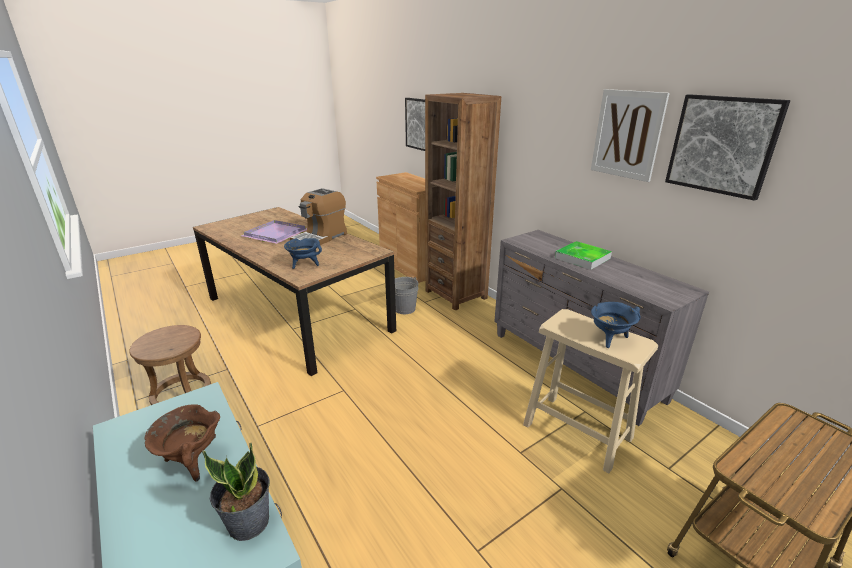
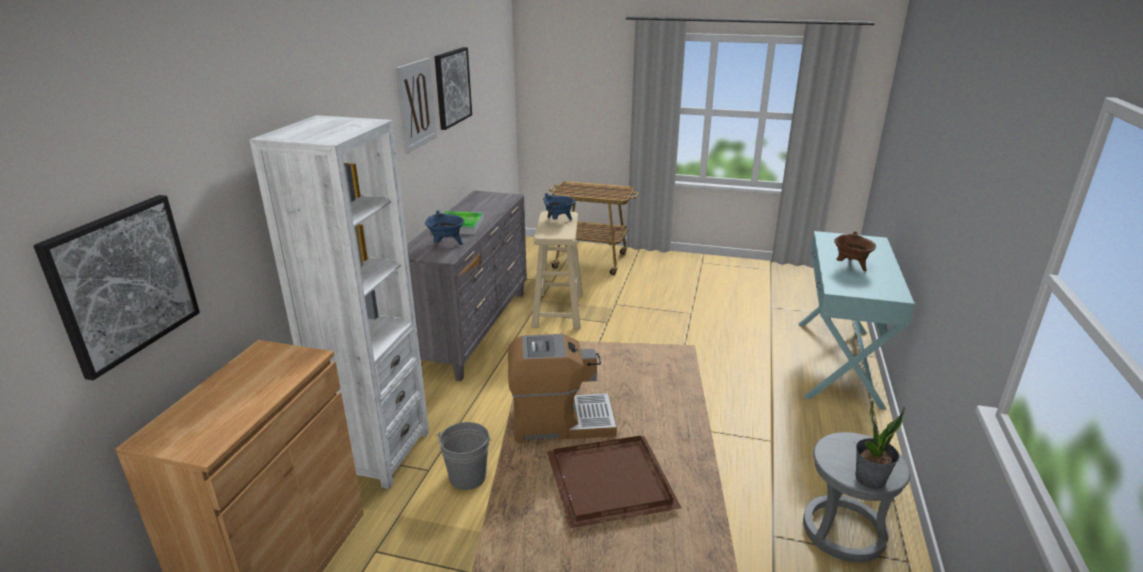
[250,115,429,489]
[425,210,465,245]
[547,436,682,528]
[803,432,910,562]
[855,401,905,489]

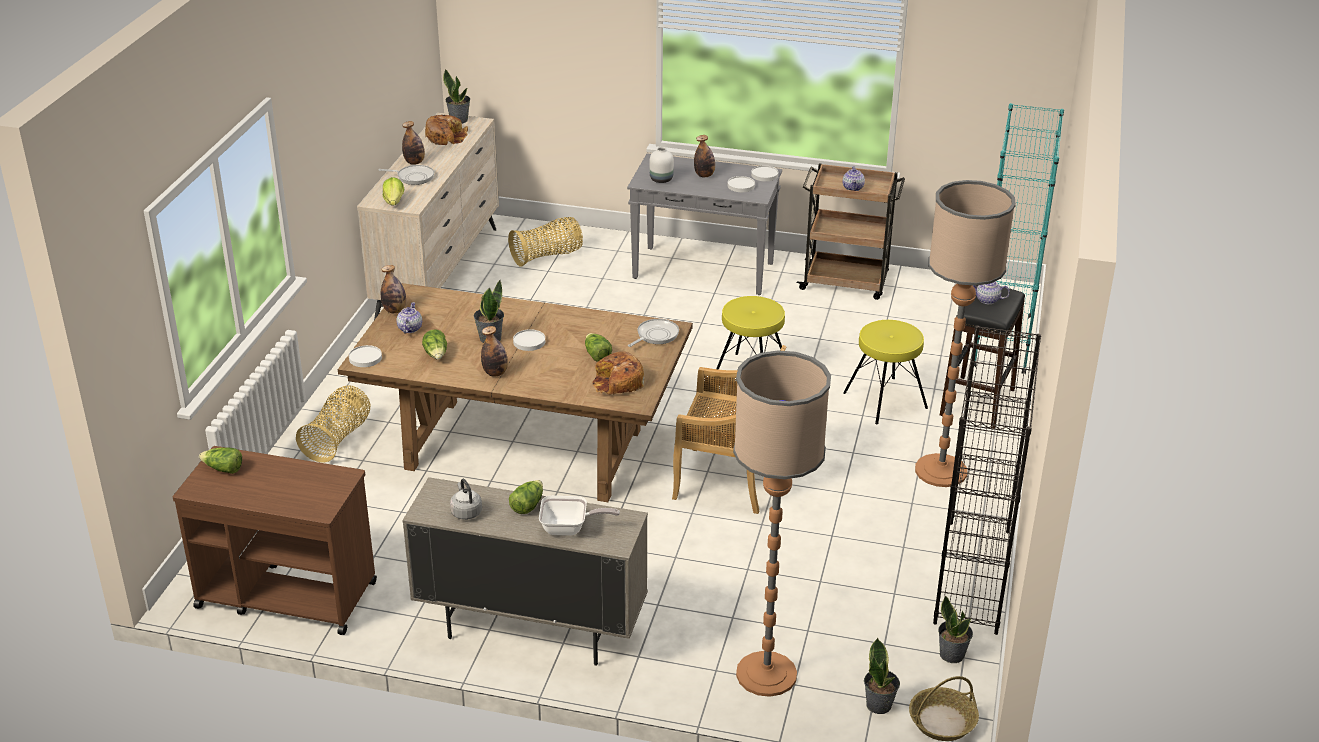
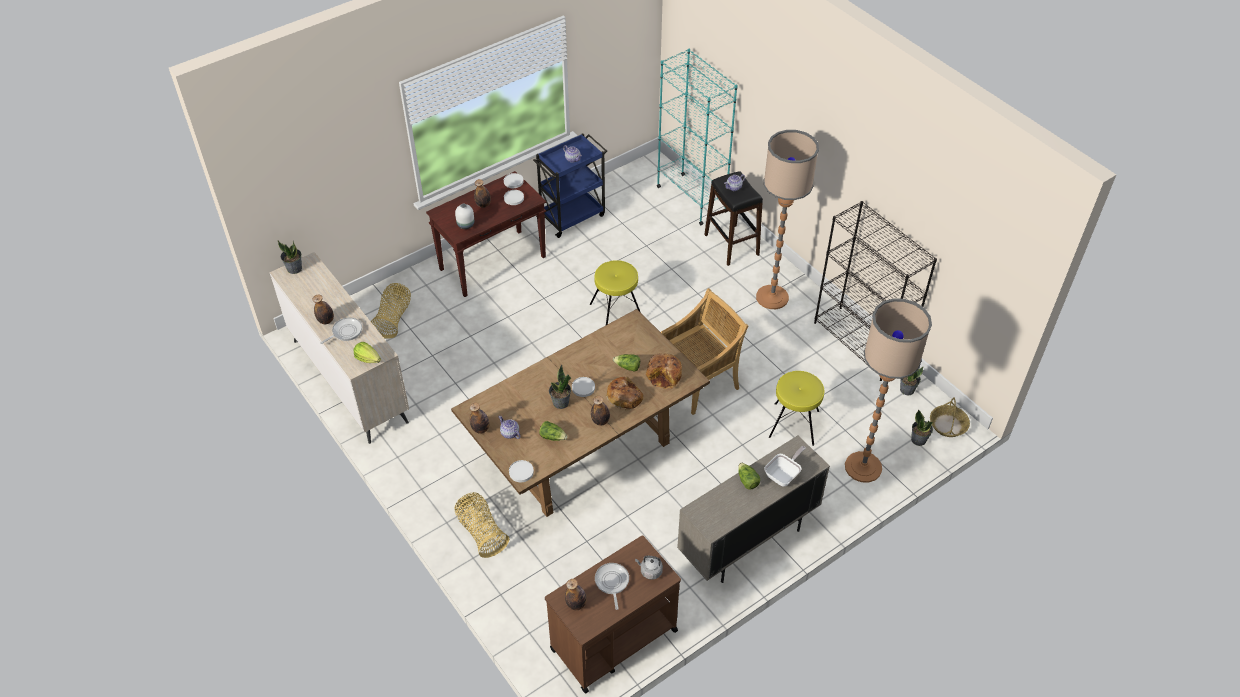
[426,171,546,297]
[533,133,607,238]
[565,579,587,610]
[595,563,629,610]
[606,377,643,409]
[635,555,663,580]
[769,371,824,446]

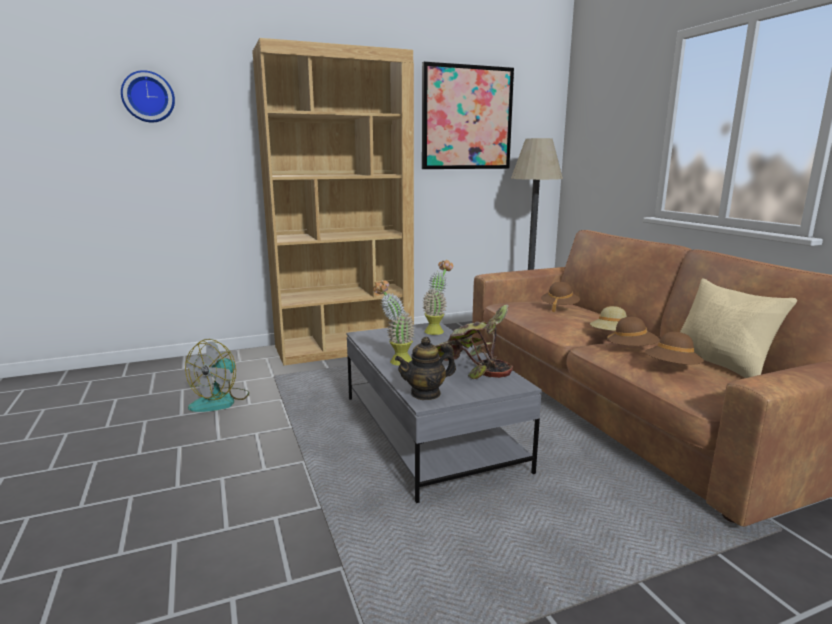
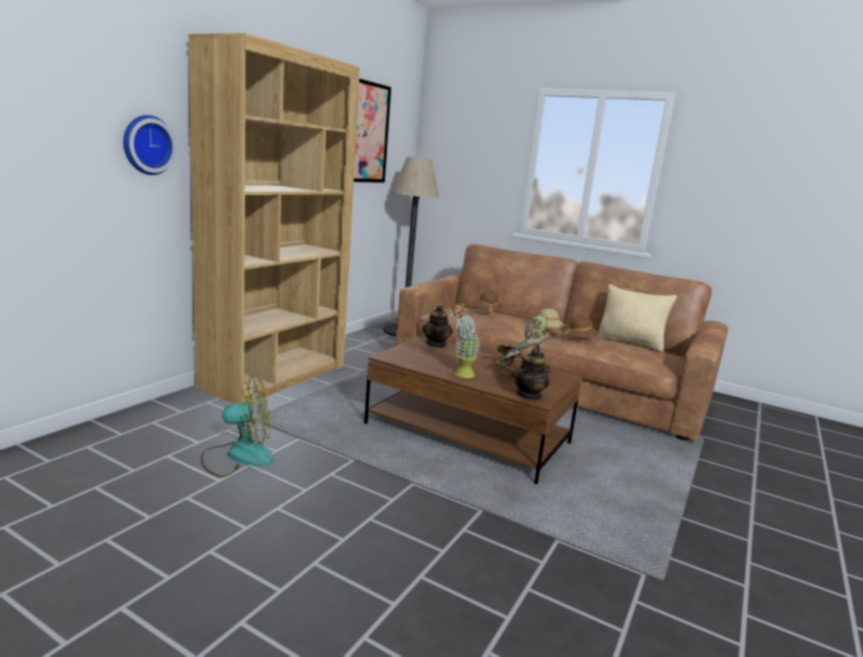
[123,115,176,175]
[201,376,273,477]
[364,336,582,485]
[422,305,453,347]
[645,332,704,365] (first image)

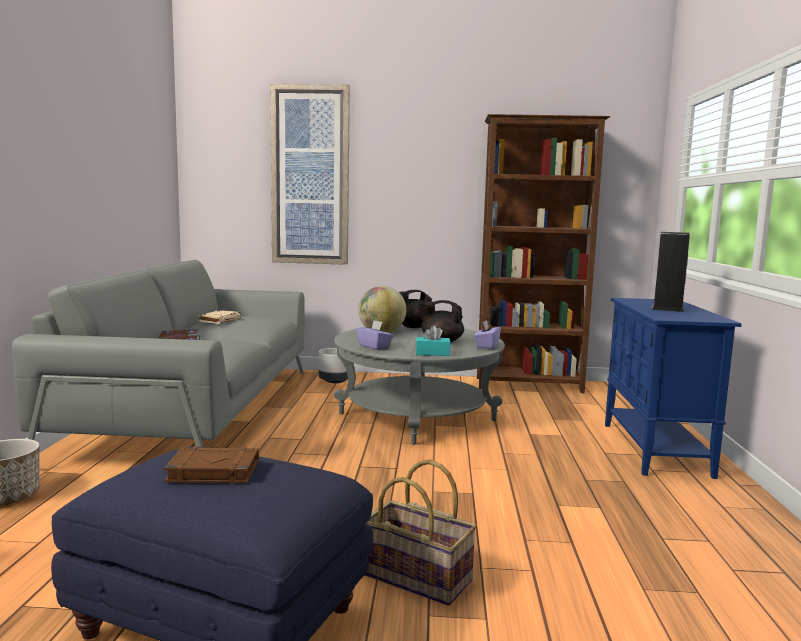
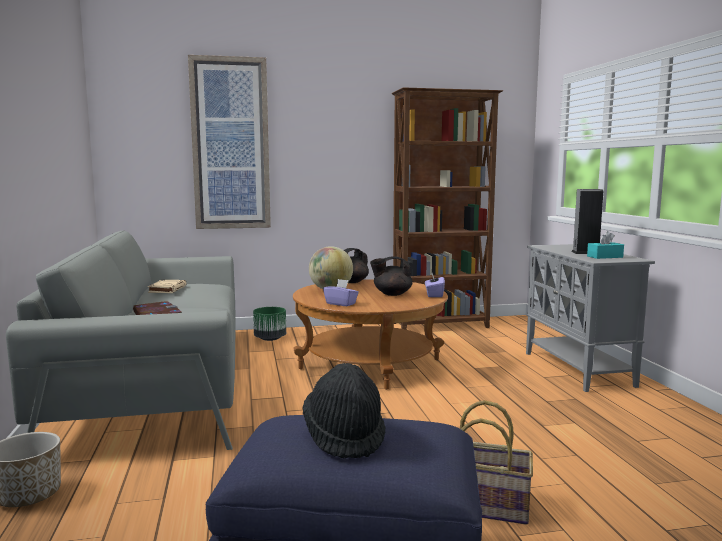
[253,307,286,341]
[293,279,448,390]
[302,363,386,458]
[526,244,655,392]
[587,231,624,259]

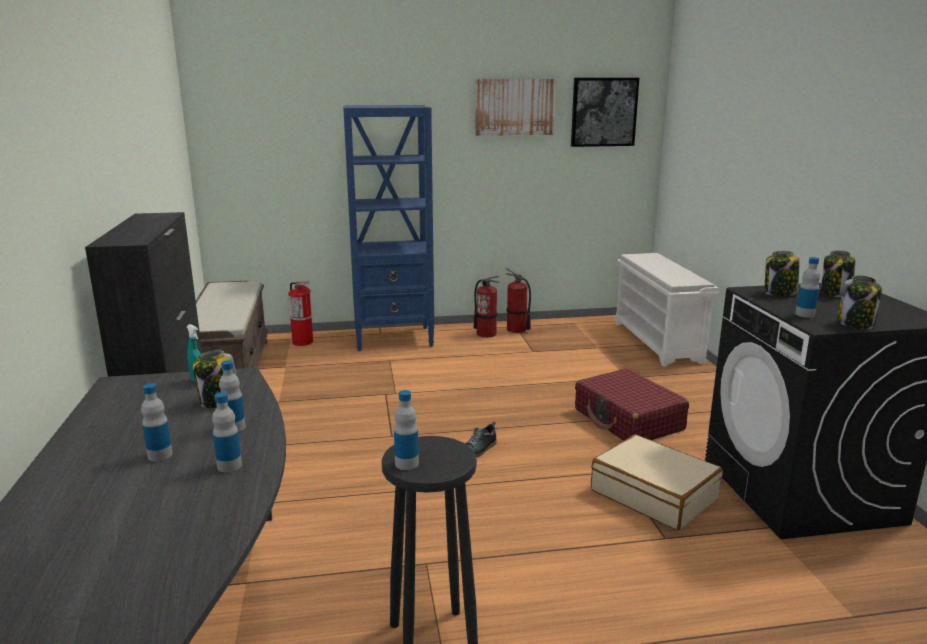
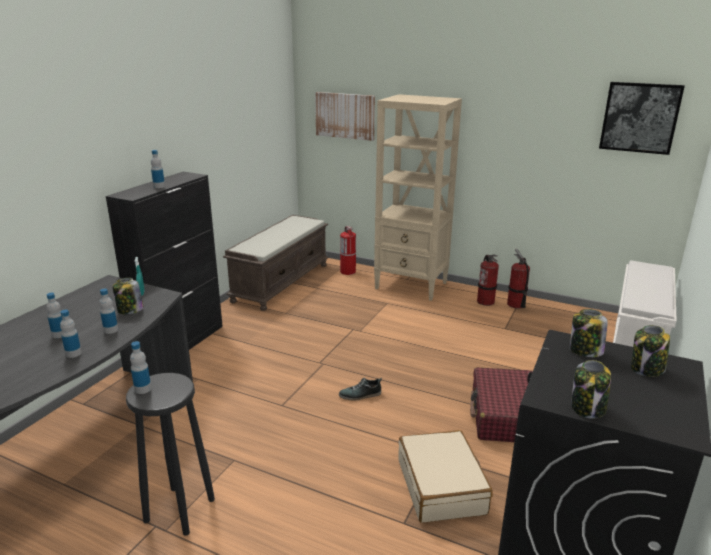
[151,150,165,188]
[315,92,375,141]
[374,94,462,301]

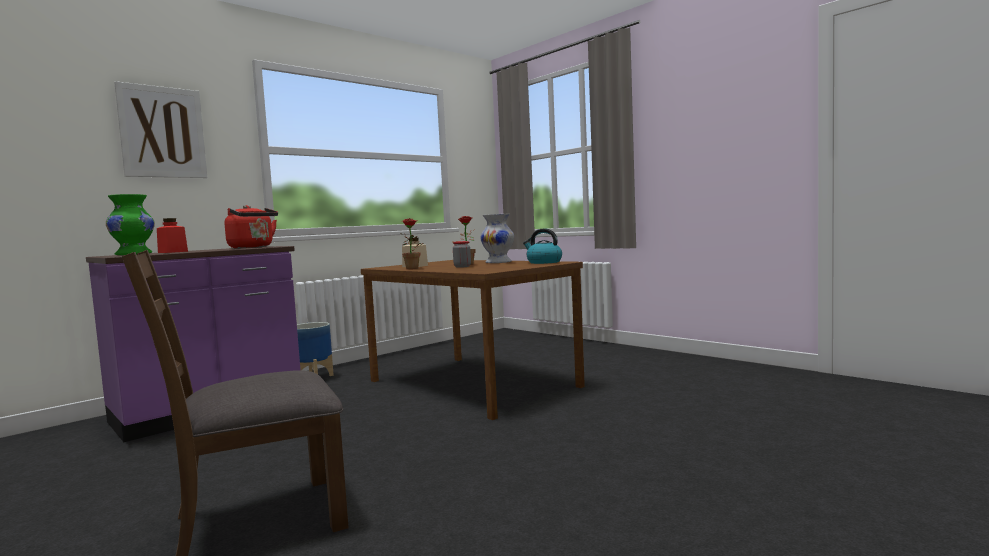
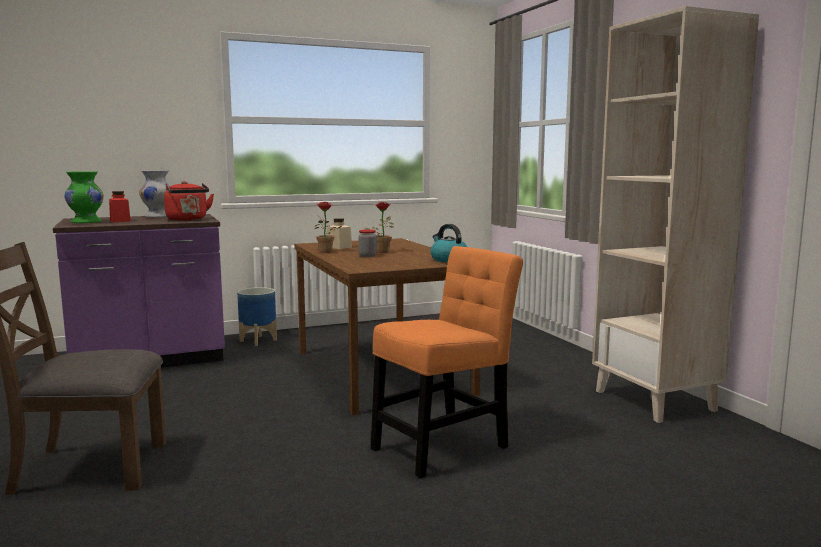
[139,170,170,217]
[371,246,523,478]
[592,6,759,423]
[114,81,207,178] (first image)

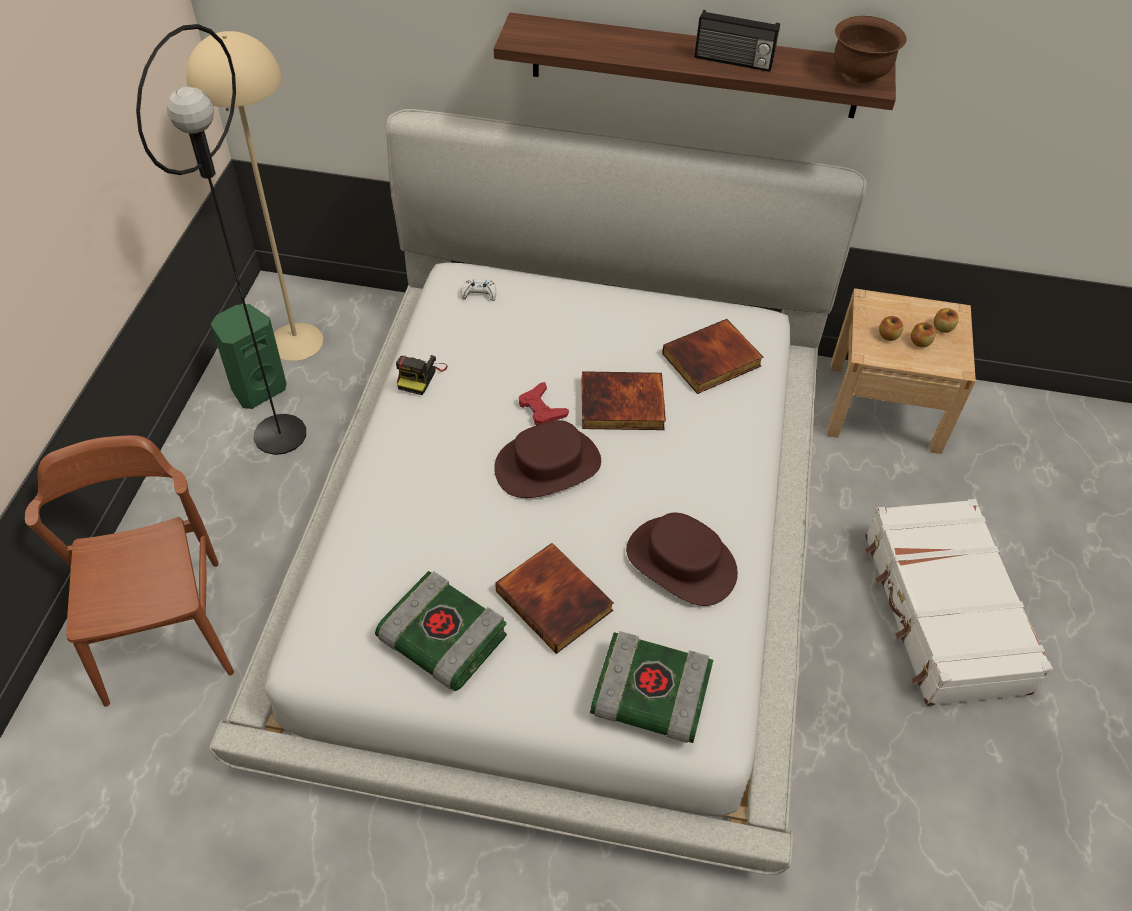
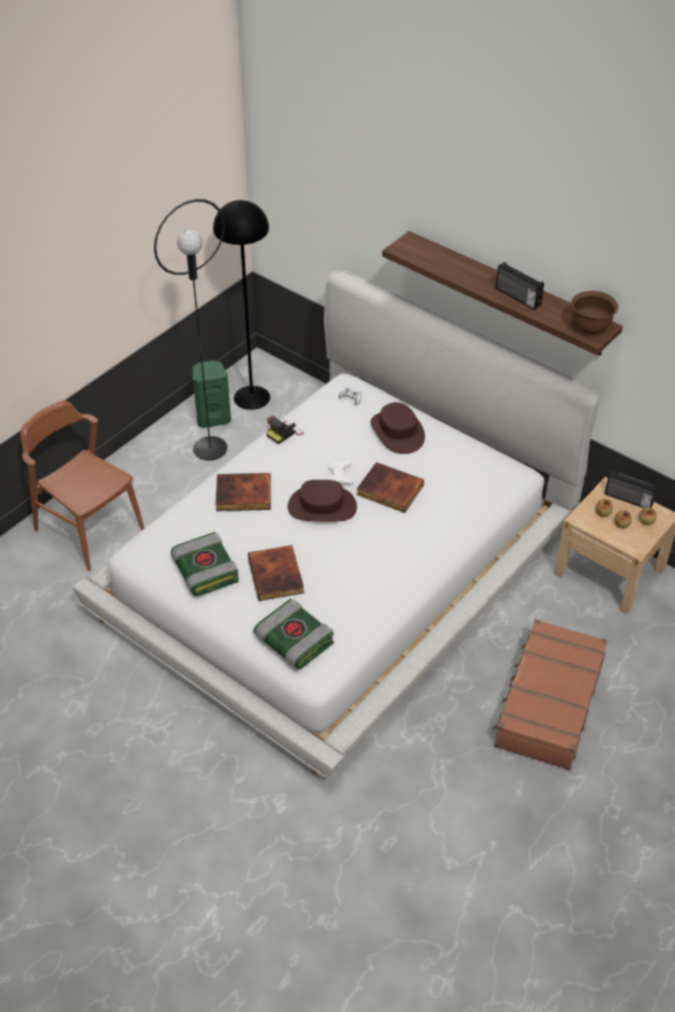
[21,400,144,571]
[213,200,270,410]
[216,473,271,511]
[329,460,354,485]
[371,402,425,454]
[492,619,608,771]
[605,470,658,508]

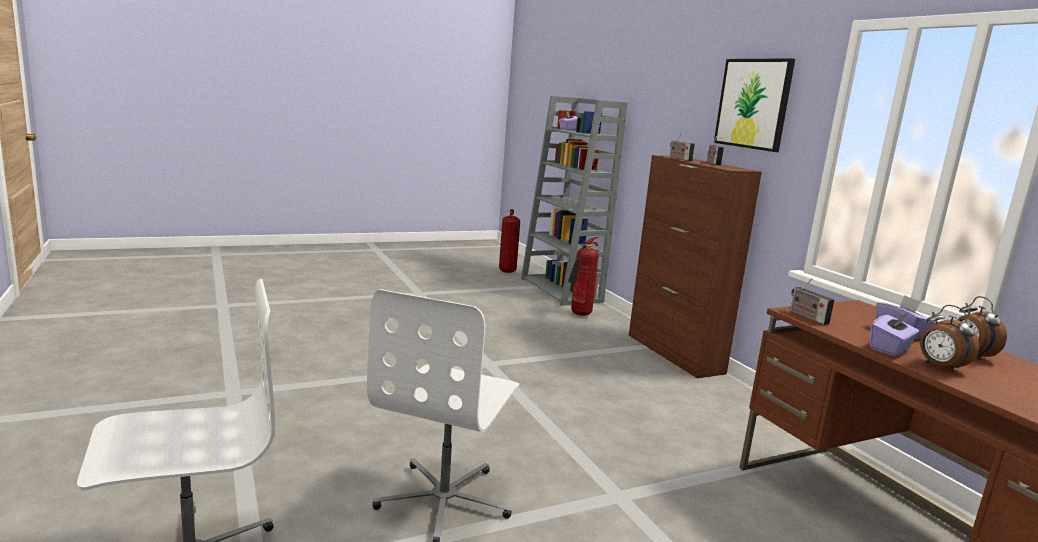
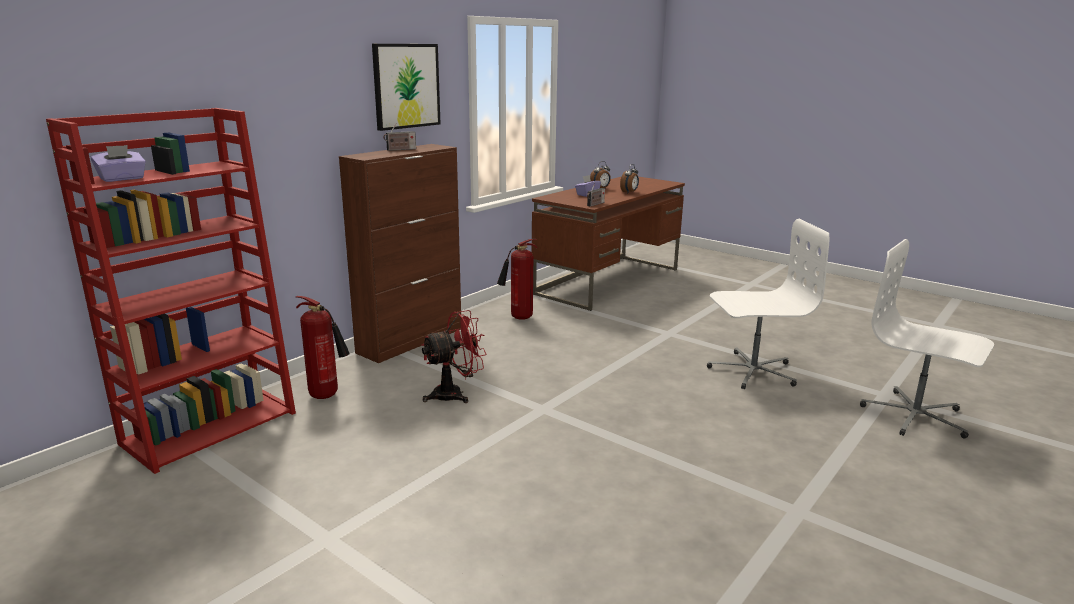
[46,108,296,474]
[421,310,486,403]
[497,239,537,320]
[670,132,695,161] (first image)
[870,313,919,356] (first image)

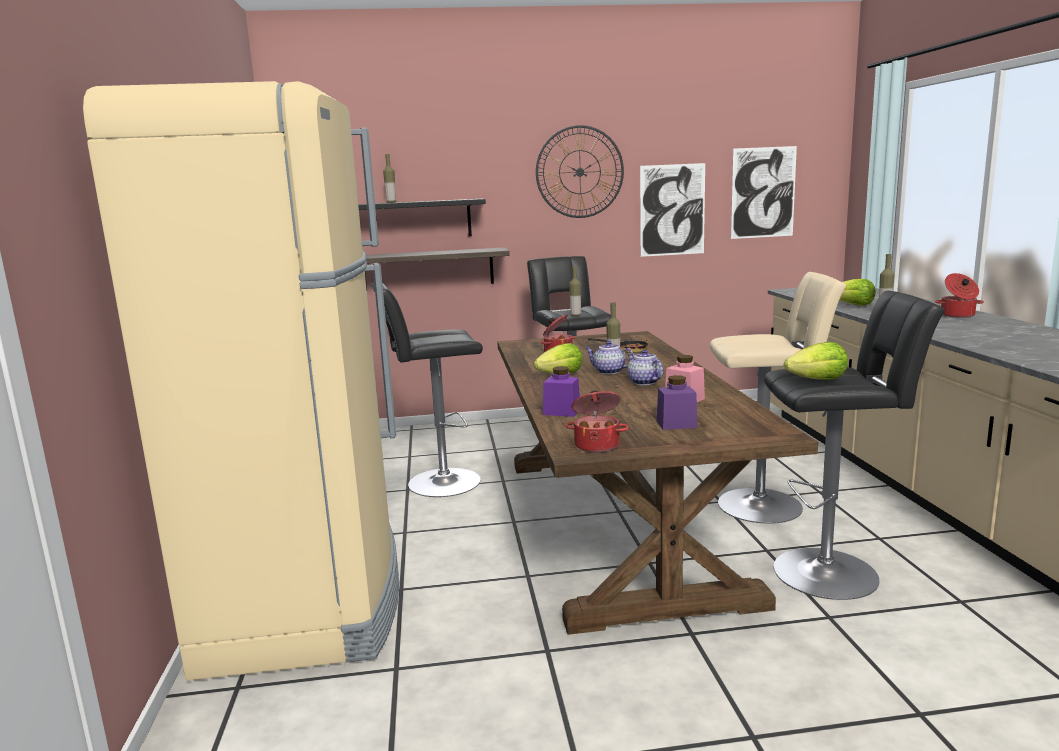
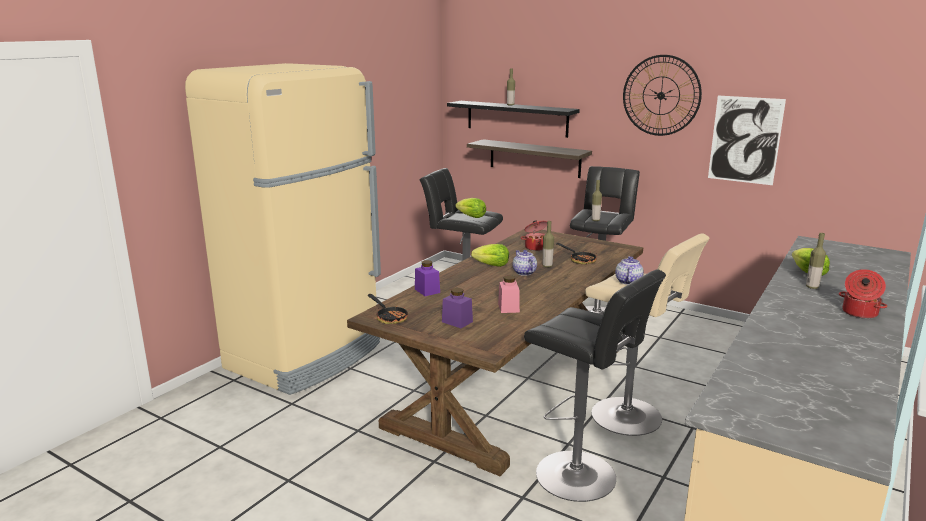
[368,294,408,324]
[456,198,486,218]
[615,256,644,285]
[731,146,797,239] (first image)

